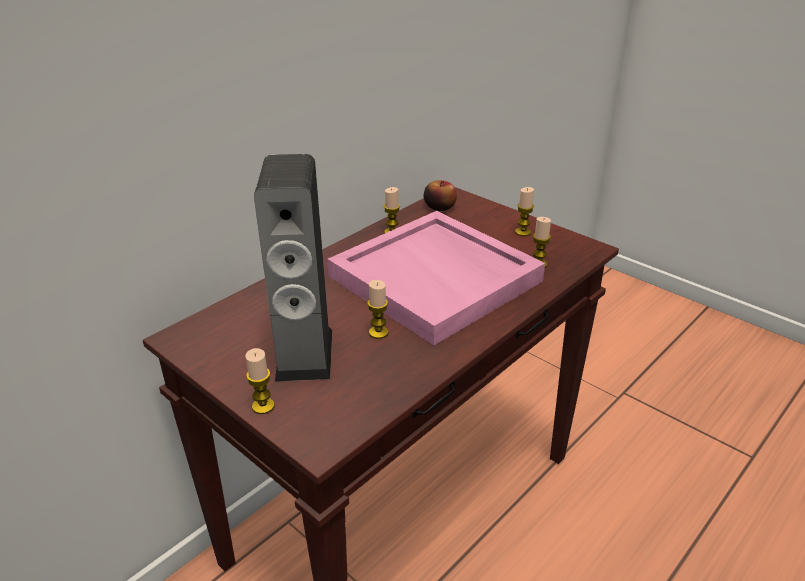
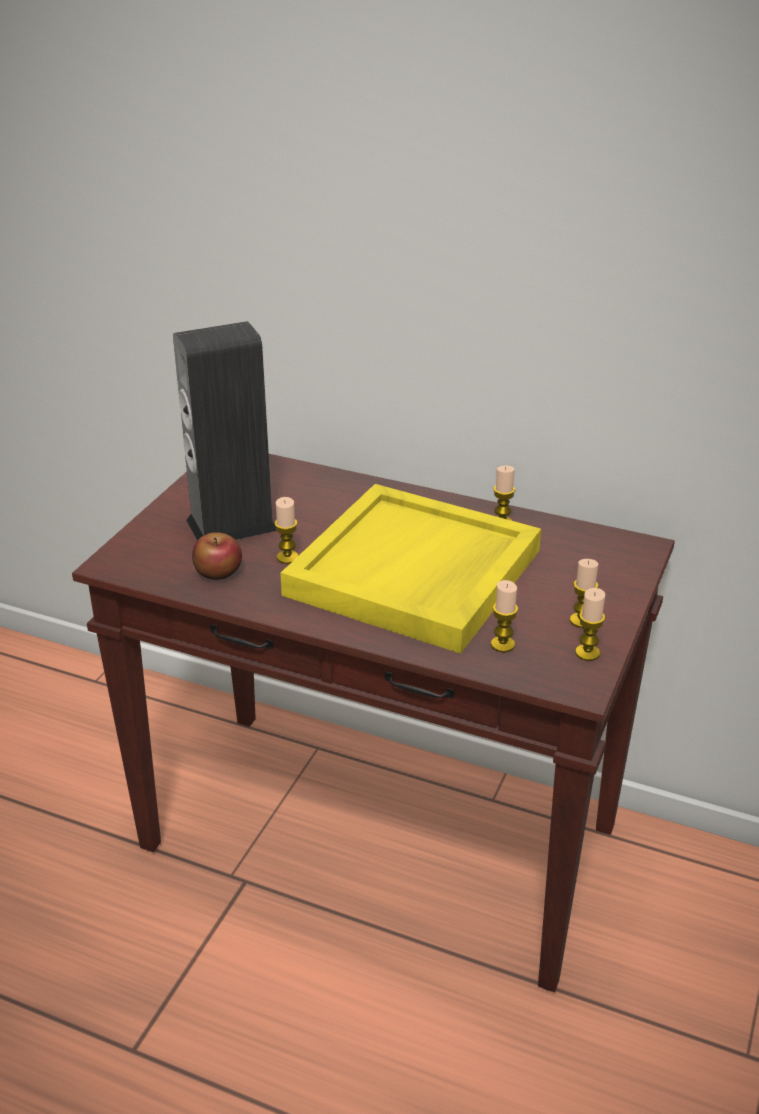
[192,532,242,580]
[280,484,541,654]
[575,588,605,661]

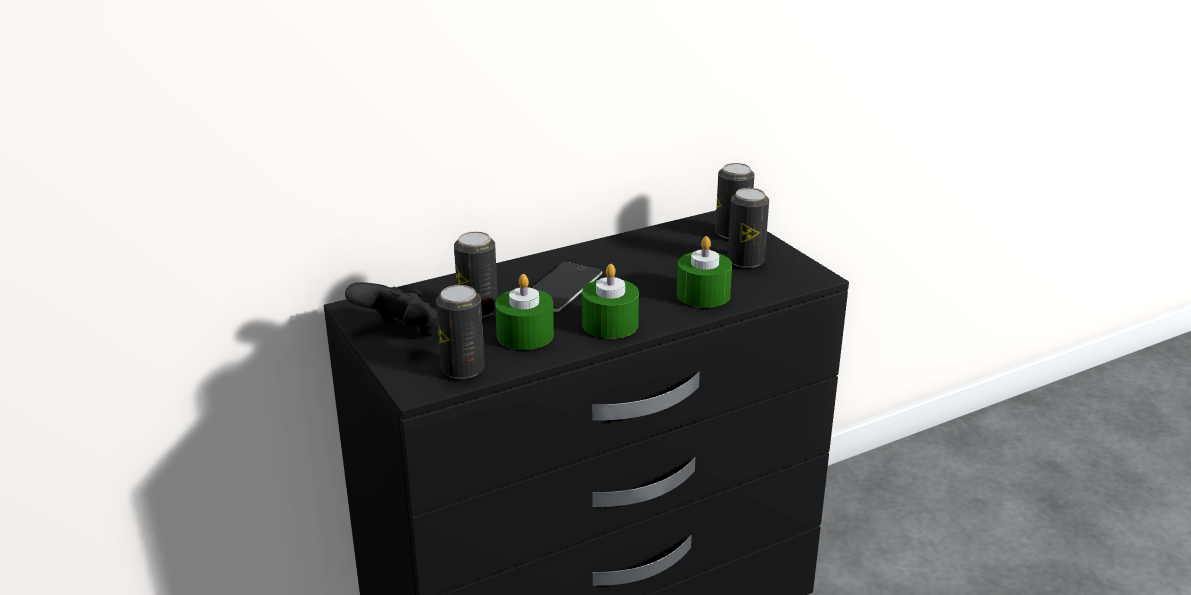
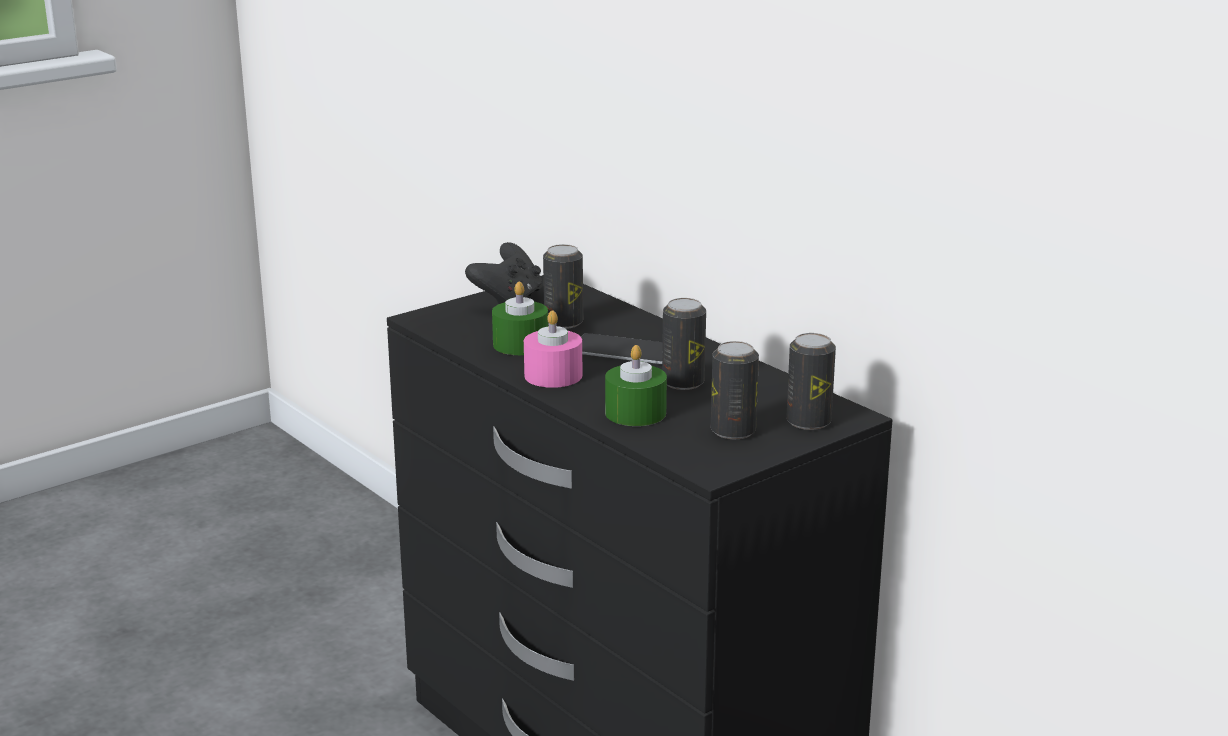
[524,310,582,388]
[662,298,706,390]

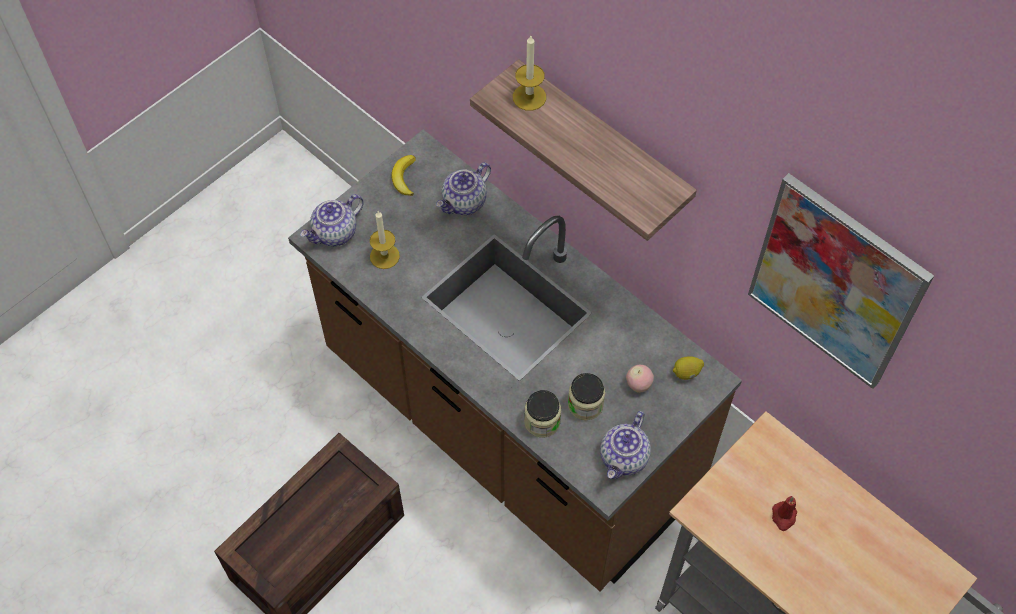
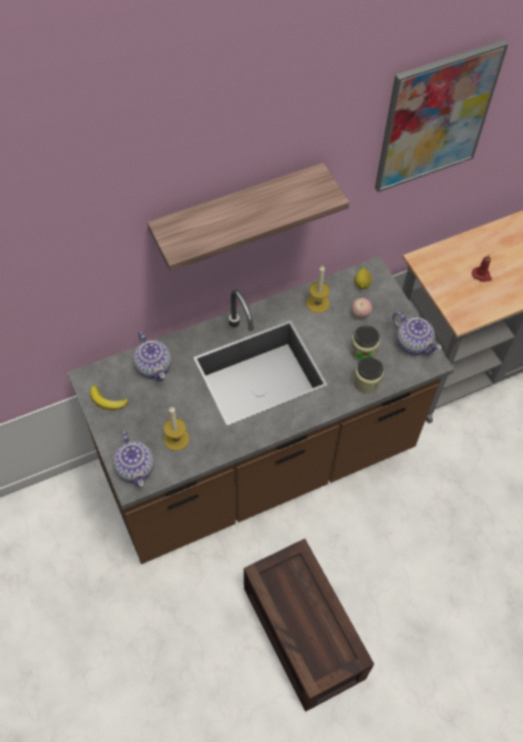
[306,265,330,313]

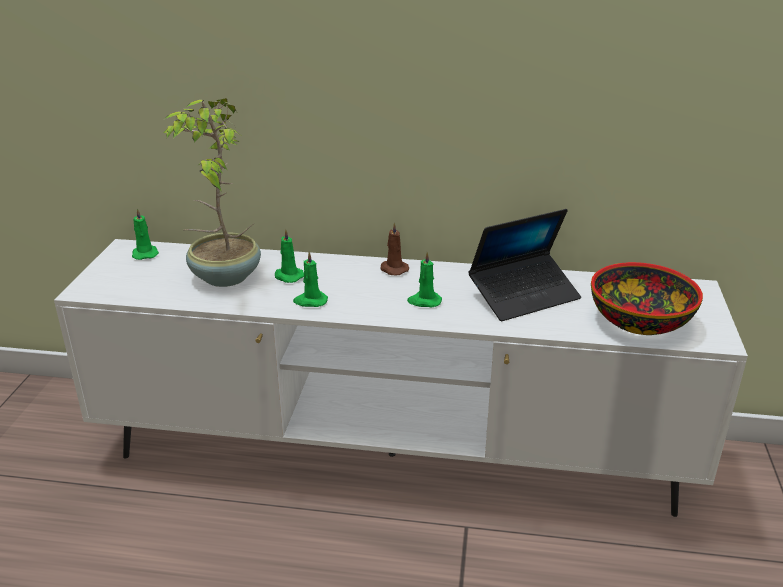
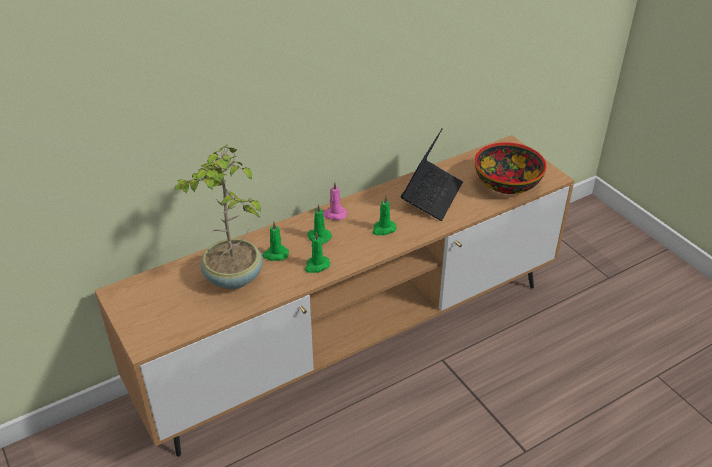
[94,135,574,457]
[307,204,332,244]
[323,182,347,220]

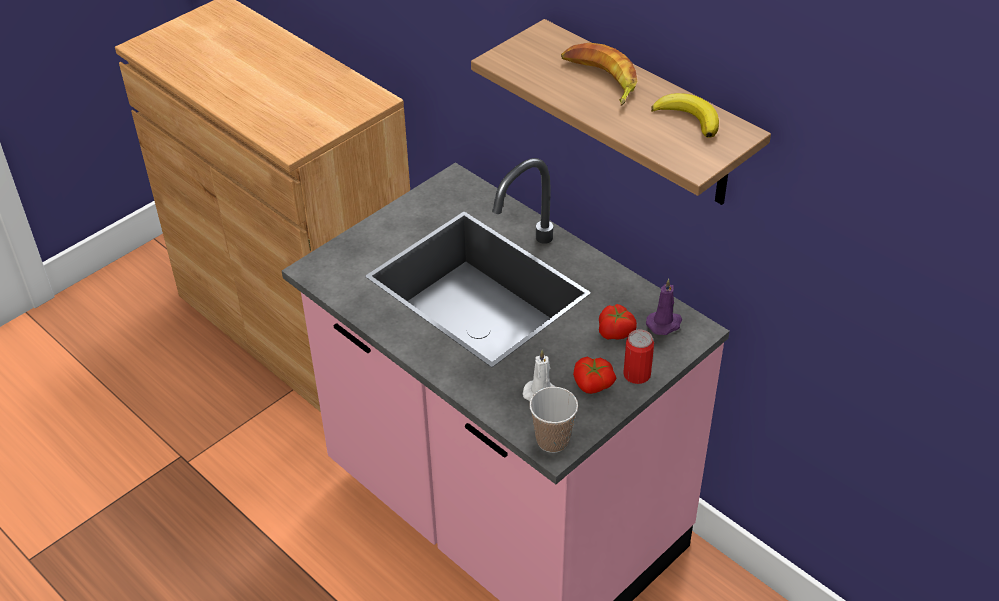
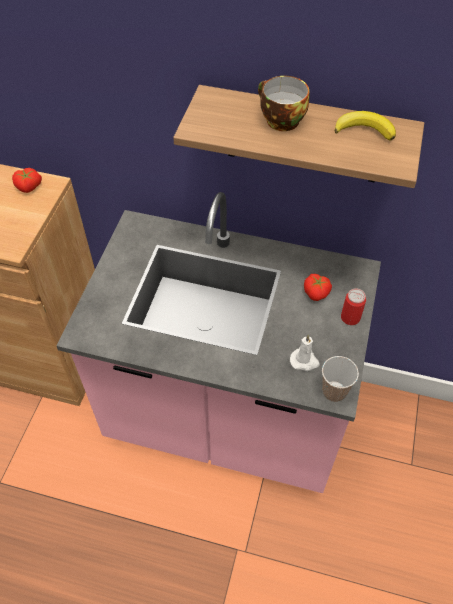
[12,168,42,193]
[258,76,309,131]
[646,279,682,335] (first image)

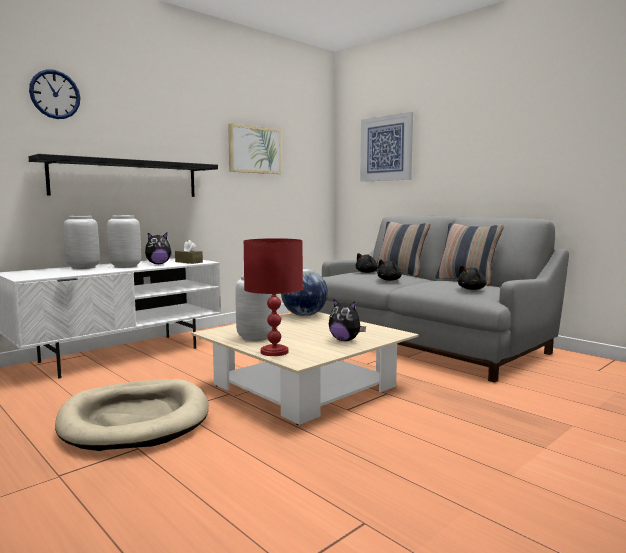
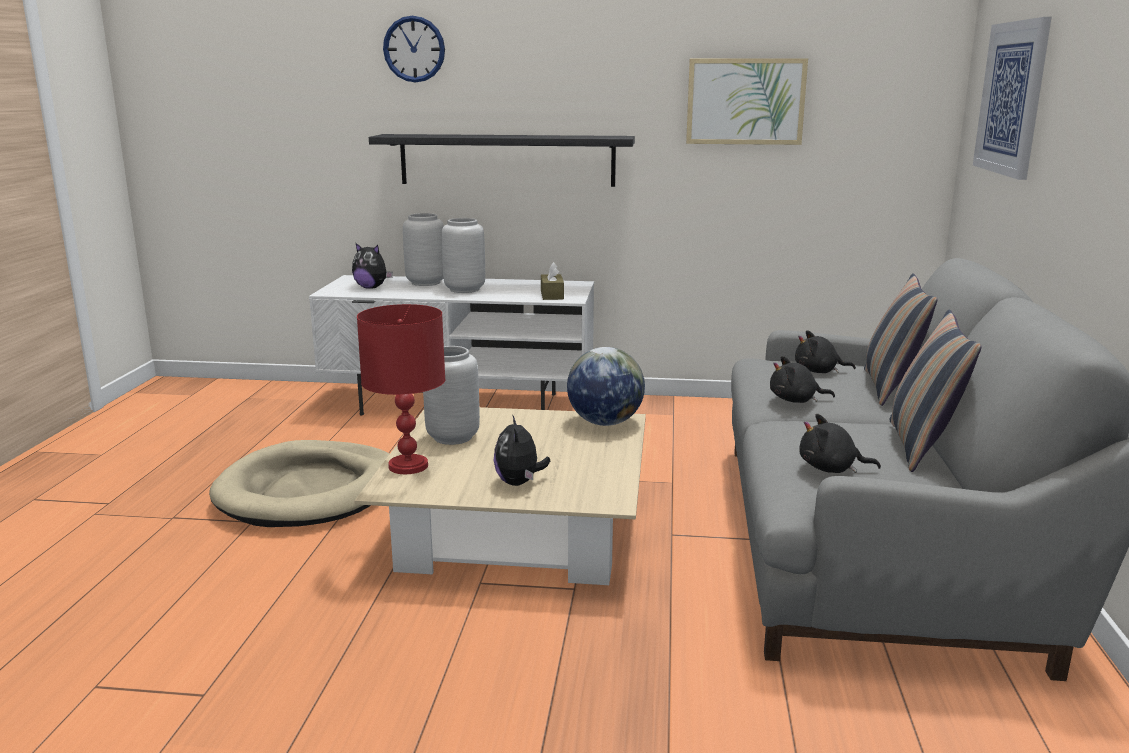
[352,243,393,289]

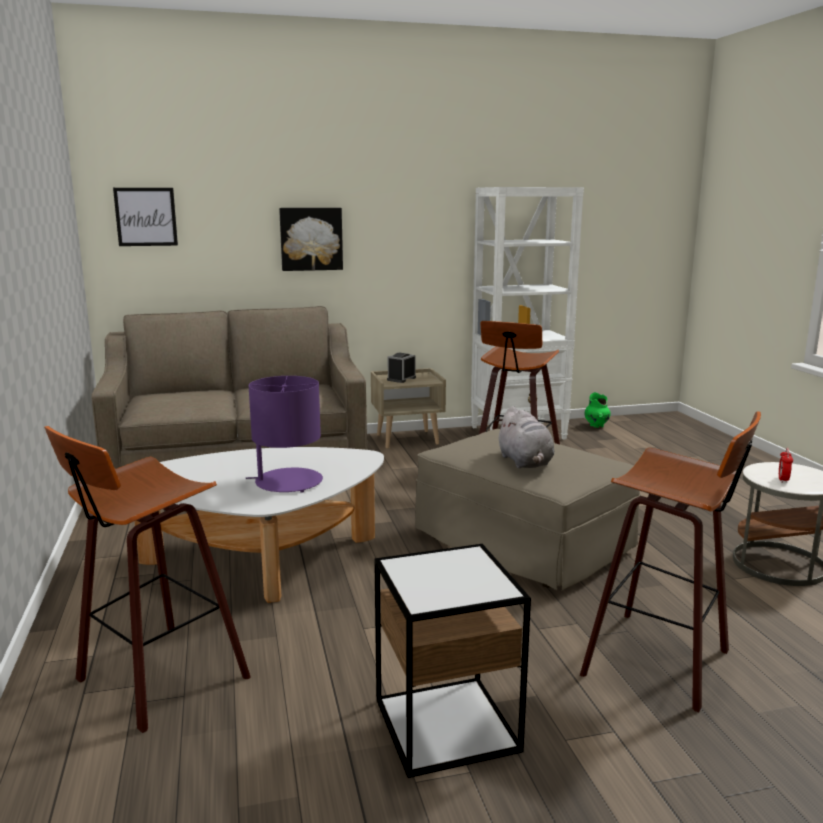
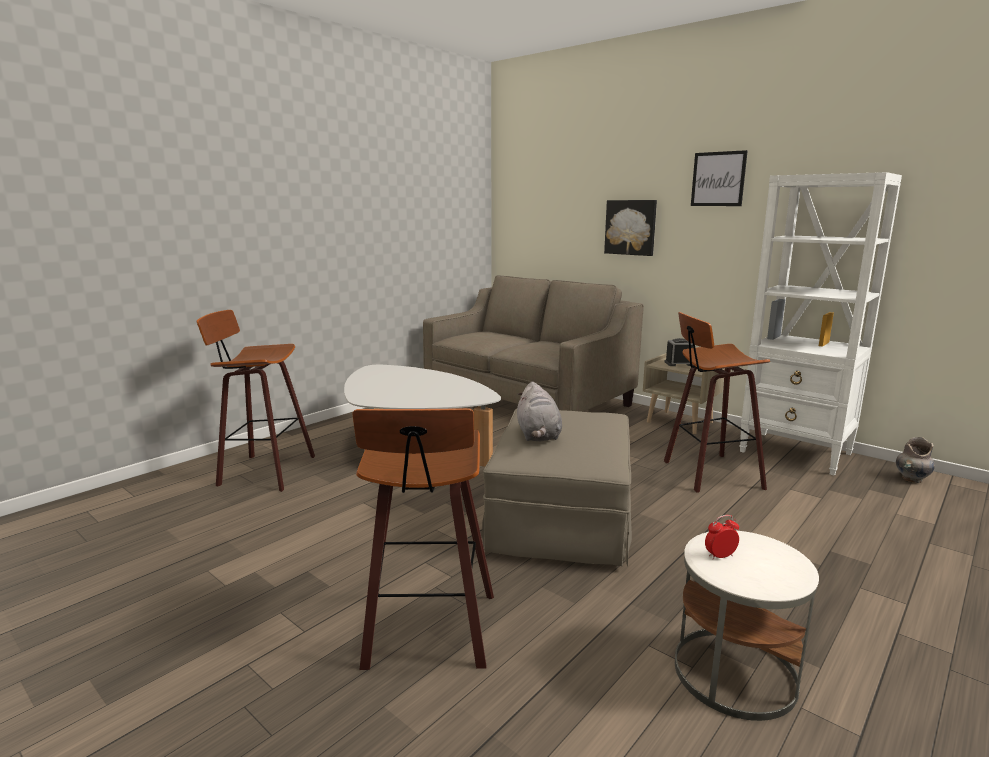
[517,381,562,441]
[691,150,748,206]
[896,437,935,483]
[246,376,323,493] (first image)
[374,544,531,778] (first image)

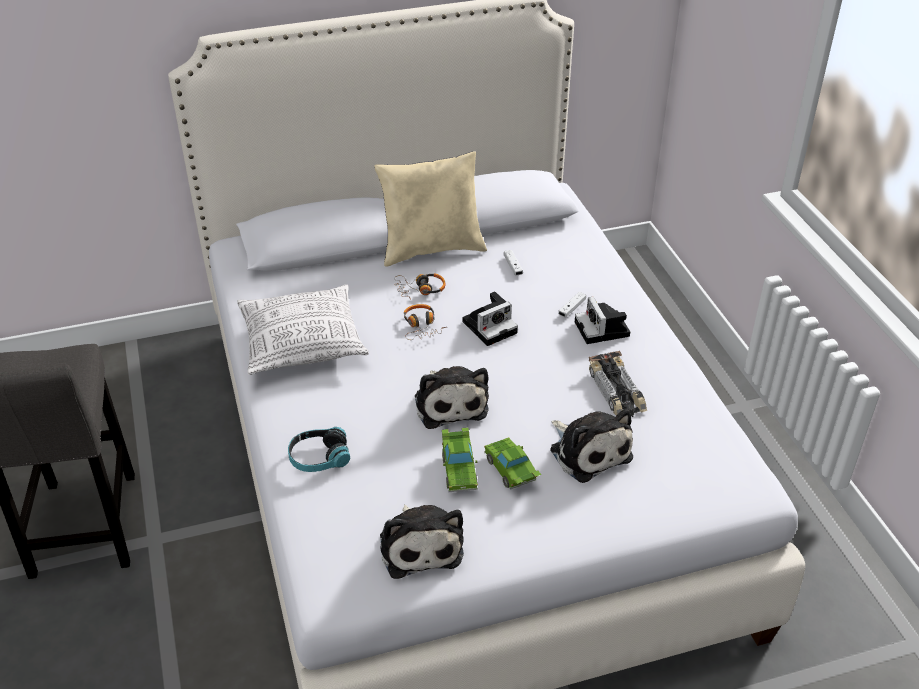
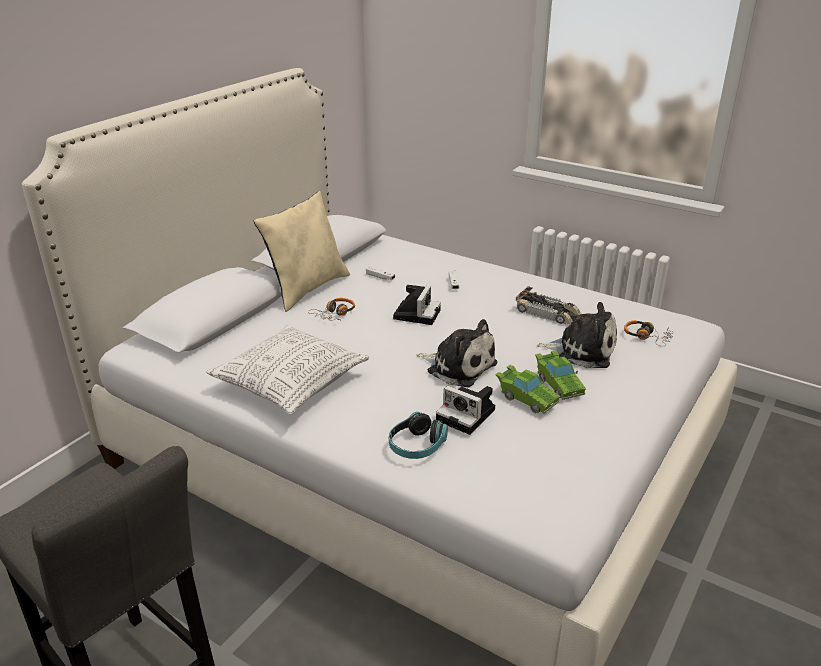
[436,386,495,435]
[535,350,586,400]
[624,320,674,346]
[380,504,464,579] (first image)

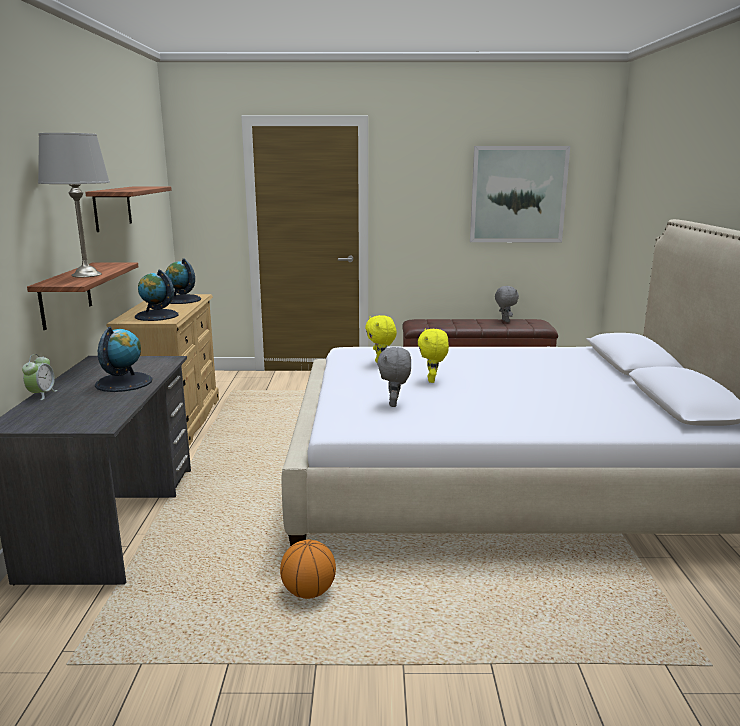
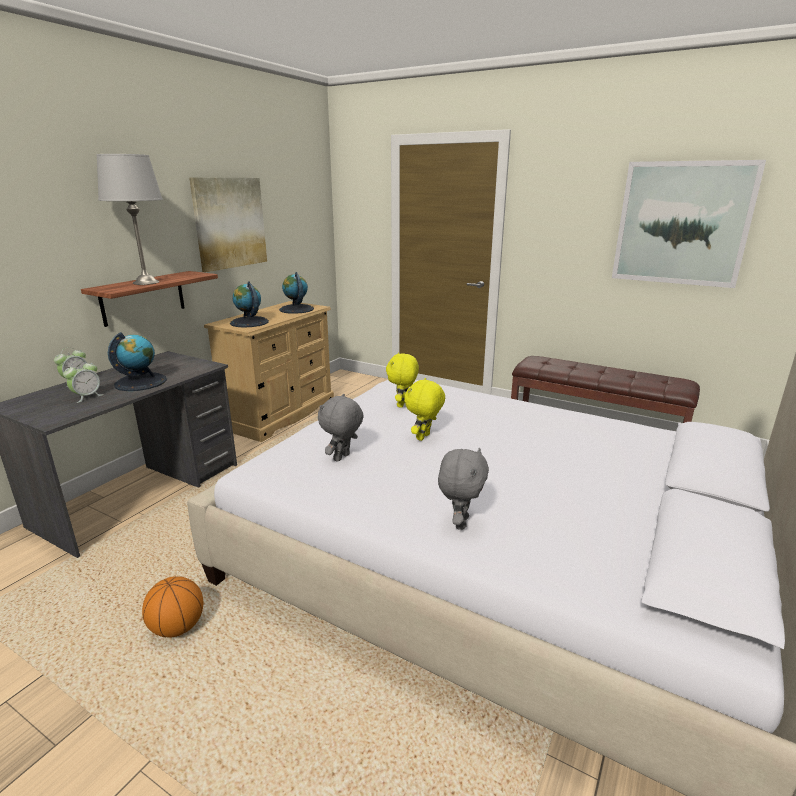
[63,360,104,403]
[189,178,267,272]
[438,448,489,530]

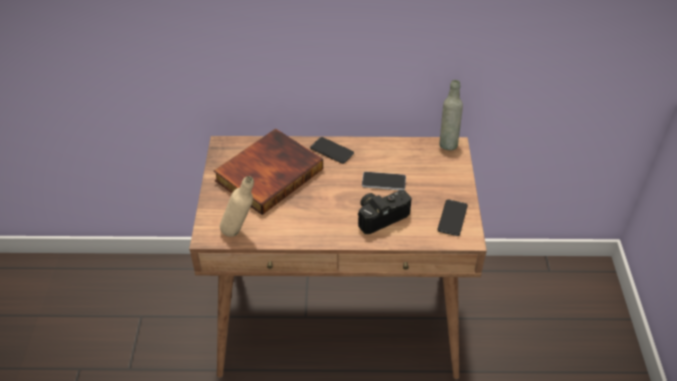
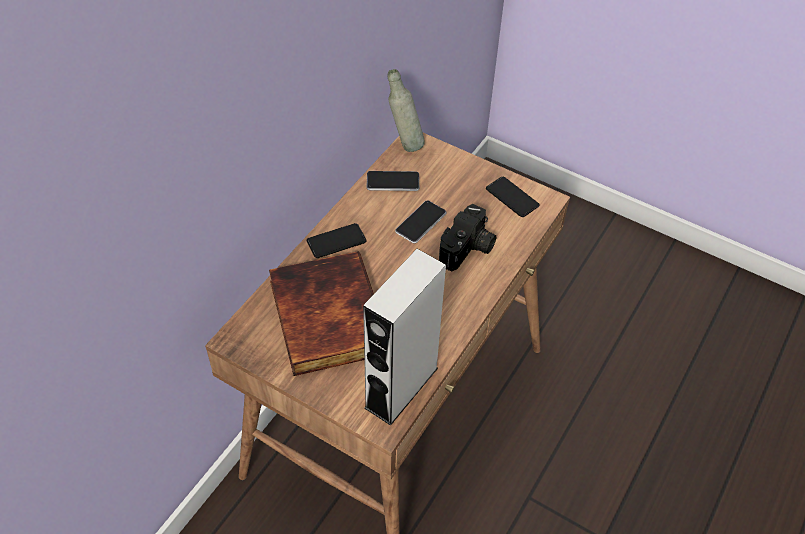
[363,249,446,426]
[367,171,419,191]
[439,204,496,272]

